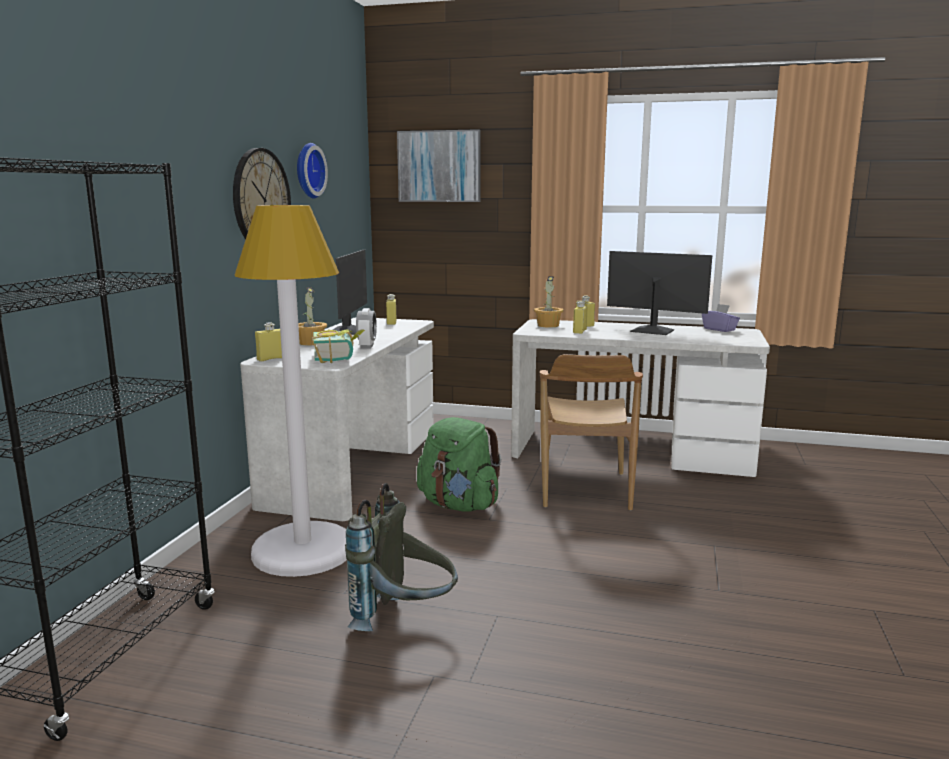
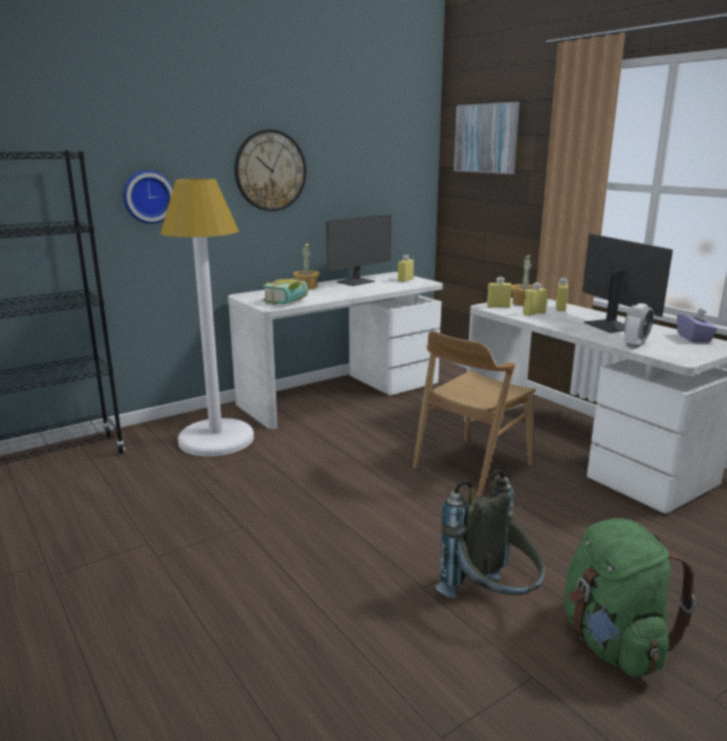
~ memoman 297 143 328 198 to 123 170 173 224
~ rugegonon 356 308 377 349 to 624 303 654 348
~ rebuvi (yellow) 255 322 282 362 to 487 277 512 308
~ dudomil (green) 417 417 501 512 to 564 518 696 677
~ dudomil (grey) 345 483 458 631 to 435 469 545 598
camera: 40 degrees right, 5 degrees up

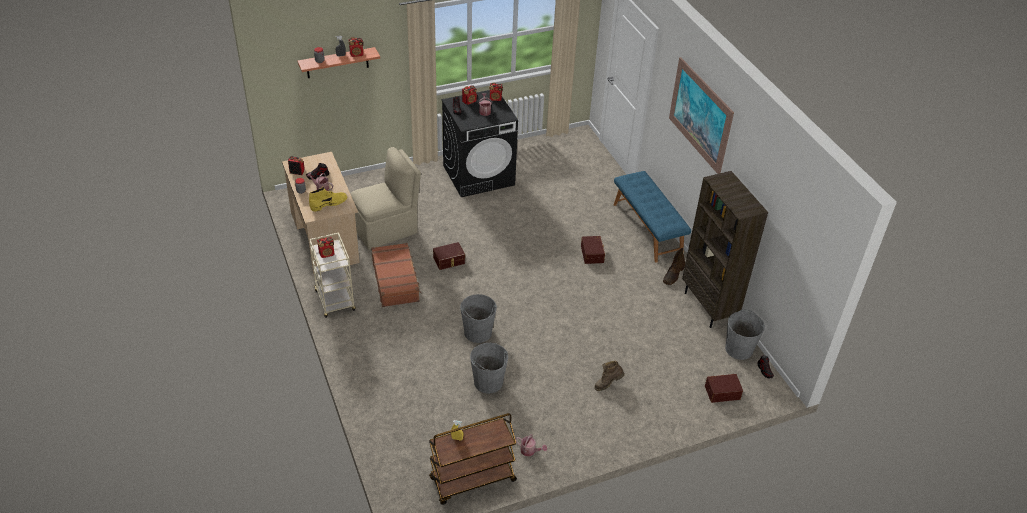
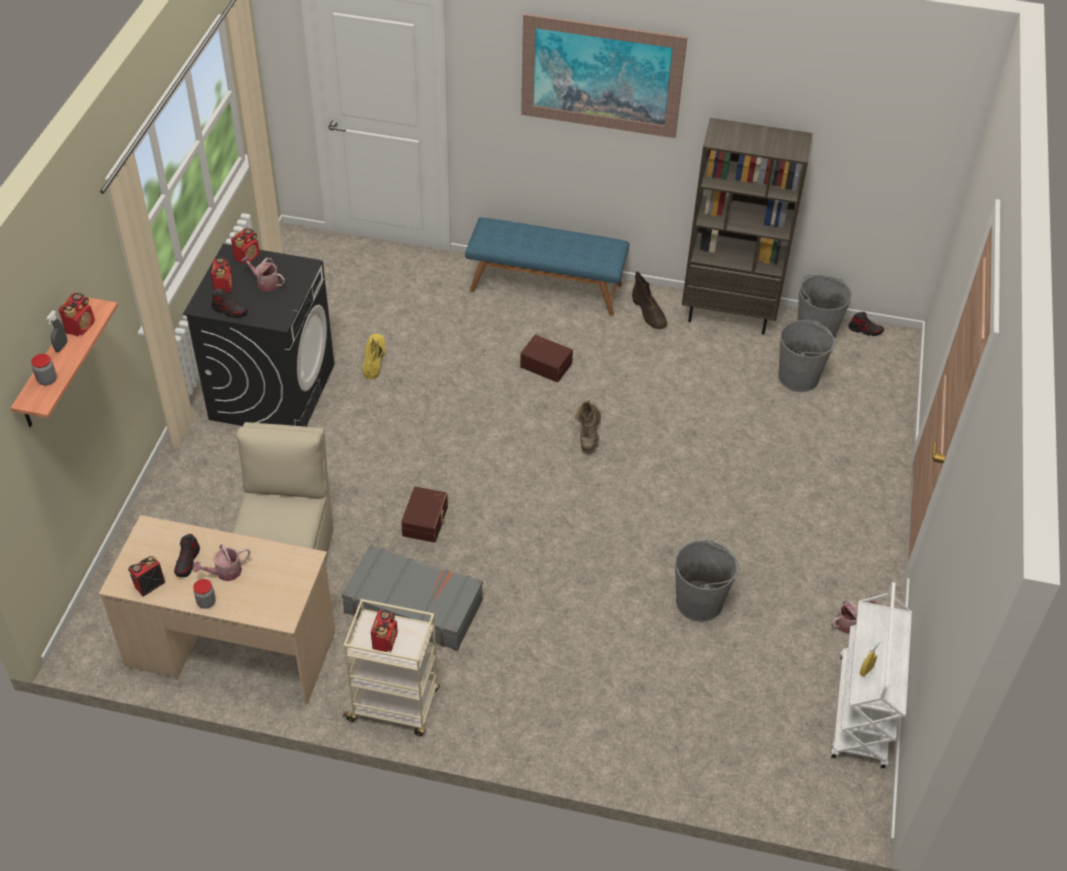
~ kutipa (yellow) 309 187 347 212 to 363 334 385 379
~ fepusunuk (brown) 371 243 421 307 to fepusunuk (grey) 341 545 483 651
~ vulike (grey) 460 294 497 343 to 778 320 836 392
~ kutipa (brown) 594 360 625 391 to 575 400 601 454
- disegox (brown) 705 374 743 403
~ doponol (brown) 429 413 517 505 to doponol (white) 831 582 912 768
camera: 55 degrees left, 5 degrees up

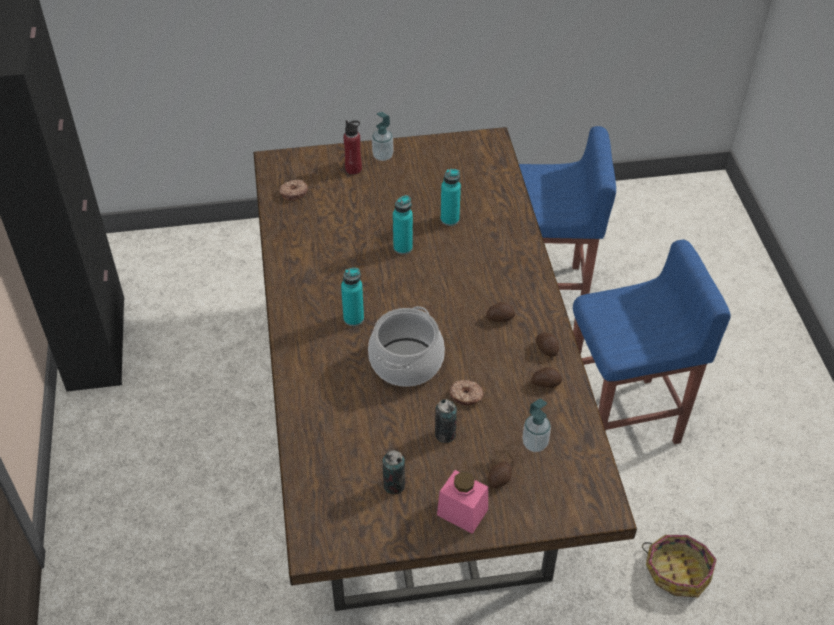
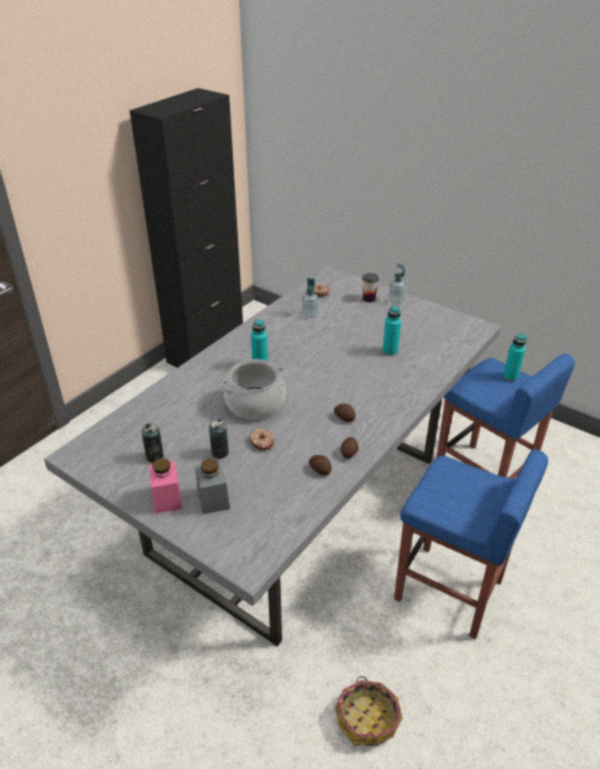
~ rebuvi (red) 343 120 362 175 to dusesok 362 273 379 302
~ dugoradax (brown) 253 127 637 611 to dugoradax (grey) 44 266 501 646
~ rebuvi (turquoise) 393 195 413 254 to 503 334 527 381
~ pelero 522 399 551 452 to 302 278 319 318
~ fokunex 488 461 512 489 to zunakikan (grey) 195 459 230 514
camera: 45 degrees right, 10 degrees down

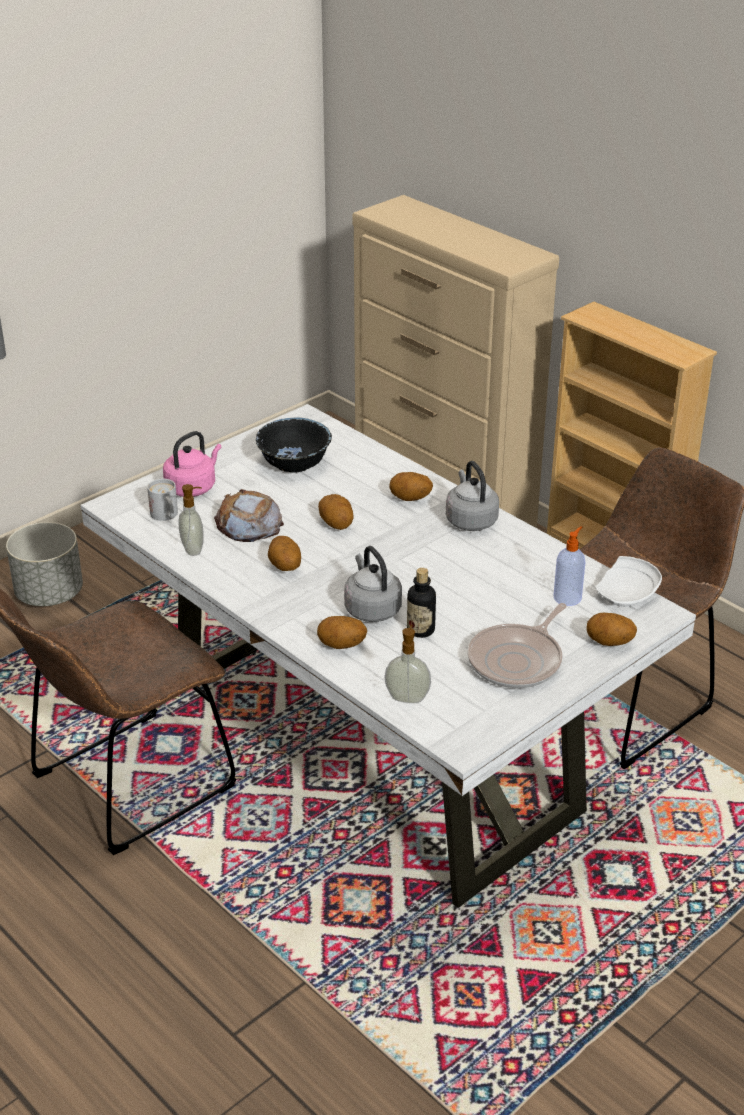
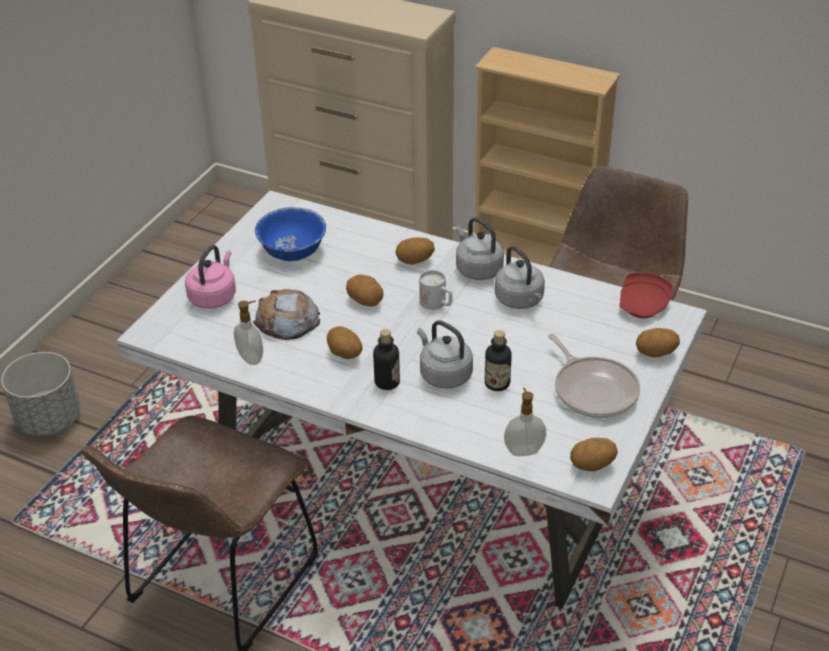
~ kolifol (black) 256 417 332 473 to kolifol (blue) 255 207 326 261
~ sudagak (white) 147 479 178 521 to 419 270 453 310
- pelero 553 526 585 606
~ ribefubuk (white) 595 556 662 607 to ribefubuk (red) 619 272 673 318
~ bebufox 467 603 567 688 = 548 333 640 418 45 degrees counterclockwise
~ fokunex 317 616 367 649 to 570 438 618 472
+ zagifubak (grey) 495 246 545 309
+ rebuvi 373 329 400 390
camera: 20 degrees left, 5 degrees up

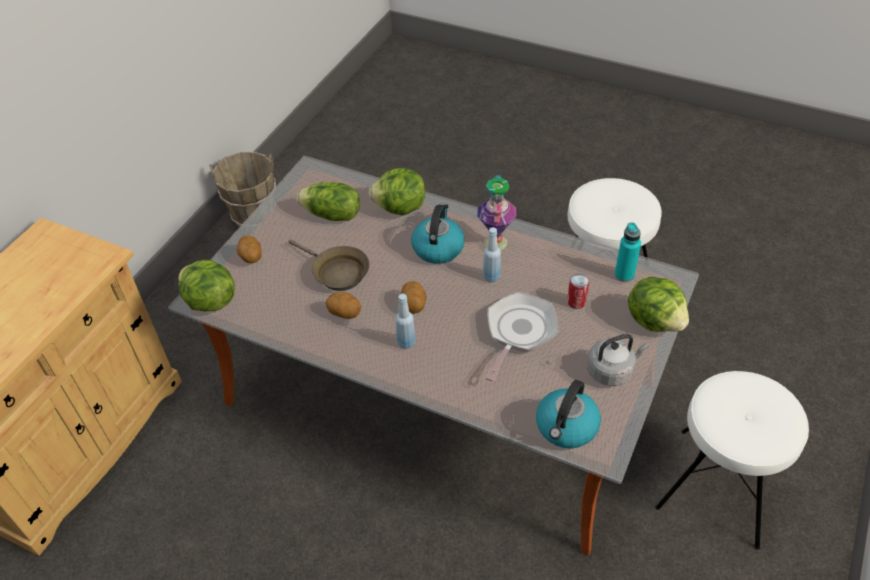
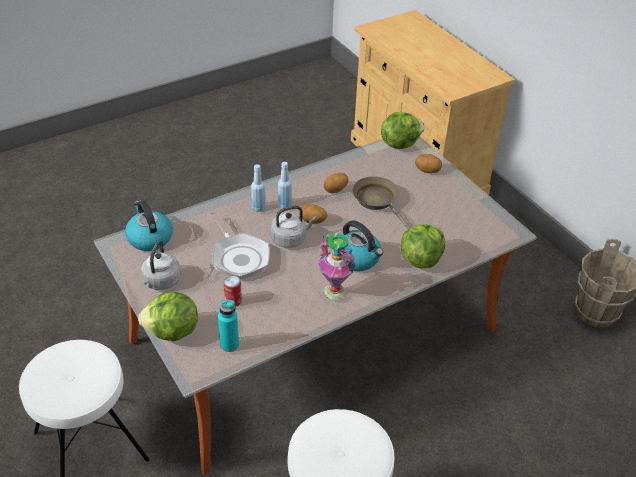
- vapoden 297 182 360 221
~ rebuvi (blue) 483 227 501 282 to 251 164 266 211
~ bebufox (brown) 289 239 370 291 = 352 176 411 230 75 degrees clockwise
+ zagifubak (grey) 271 206 317 248
camera: 120 degrees right, 5 degrees down

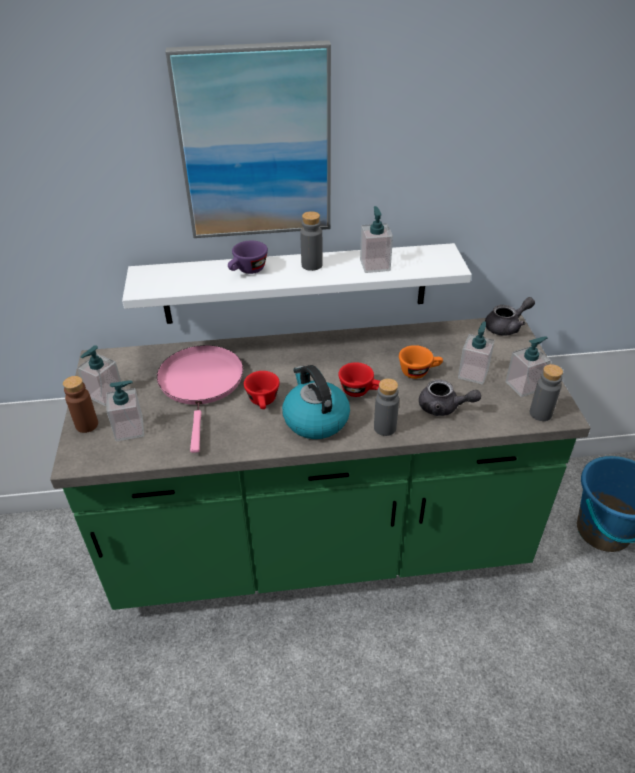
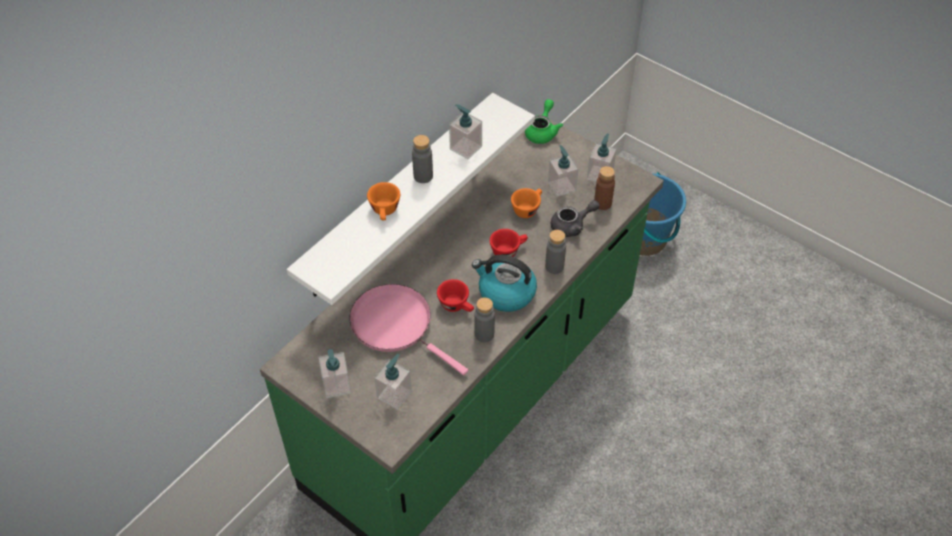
- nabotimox 165 40 331 238
~ dusesok (purple) 228 241 268 274 to dusesok (orange) 367 182 400 220
~ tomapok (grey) 485 297 535 336 to tomapok (green) 525 99 563 144
~ rebuvi (grey) 530 364 563 421 to 474 297 495 342
~ rebuvi (brown) 63 376 98 433 to 594 166 615 210
camera: 45 degrees left, 10 degrees up

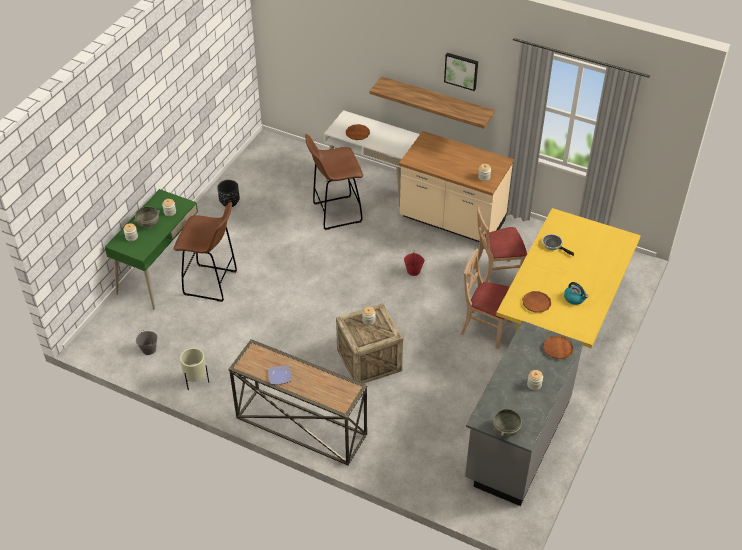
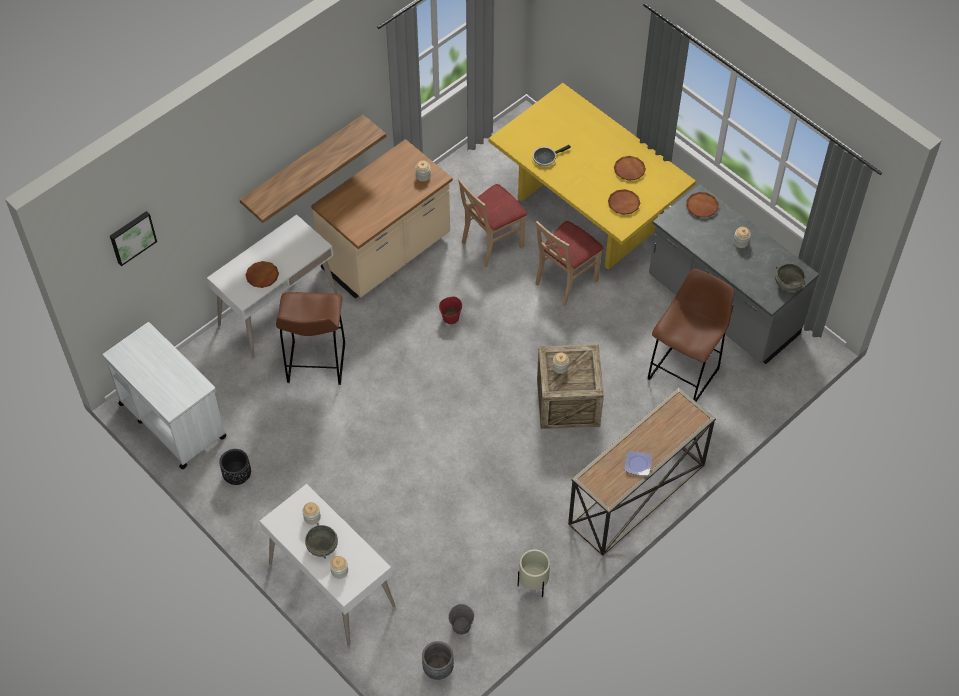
~ nabotimox 444 53 478 91 to 110 211 157 266
~ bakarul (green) 105 189 198 309 to bakarul (white) 260 484 395 646
~ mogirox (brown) 173 202 237 302 to 647 269 734 402
~ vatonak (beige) 473 205 527 282 = 458 178 527 267 45 degrees clockwise
~ zagifubak 564 282 588 305 to ribefubuk (brown) 614 156 646 181
+ doponol (white) 103 322 227 469
+ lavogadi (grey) 422 641 454 680
camera: 70 degrees left, 10 degrees up

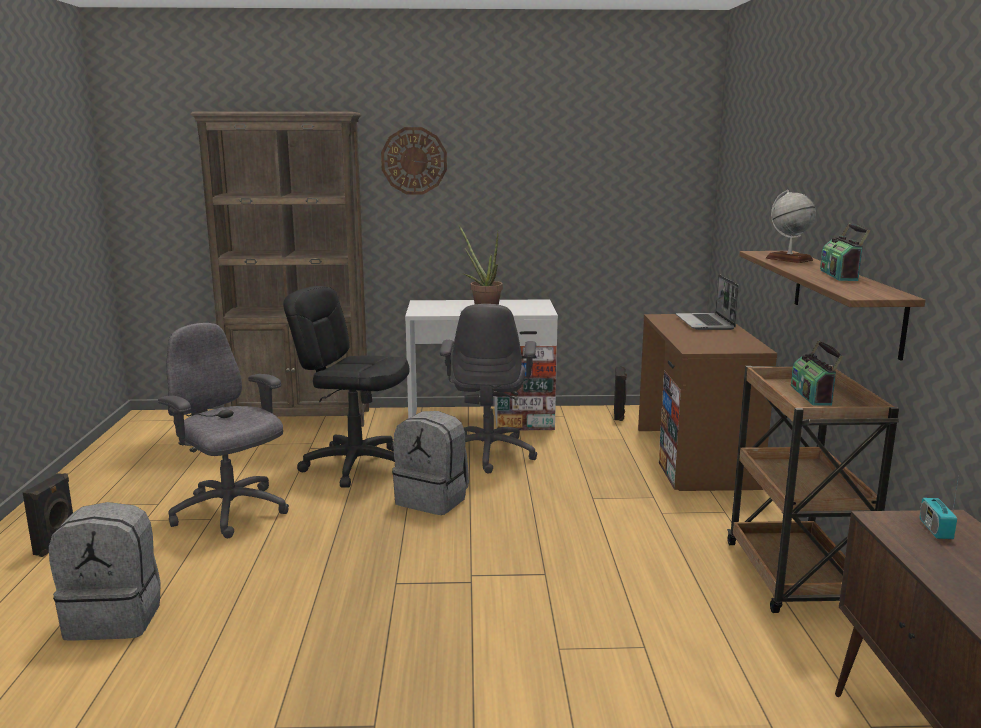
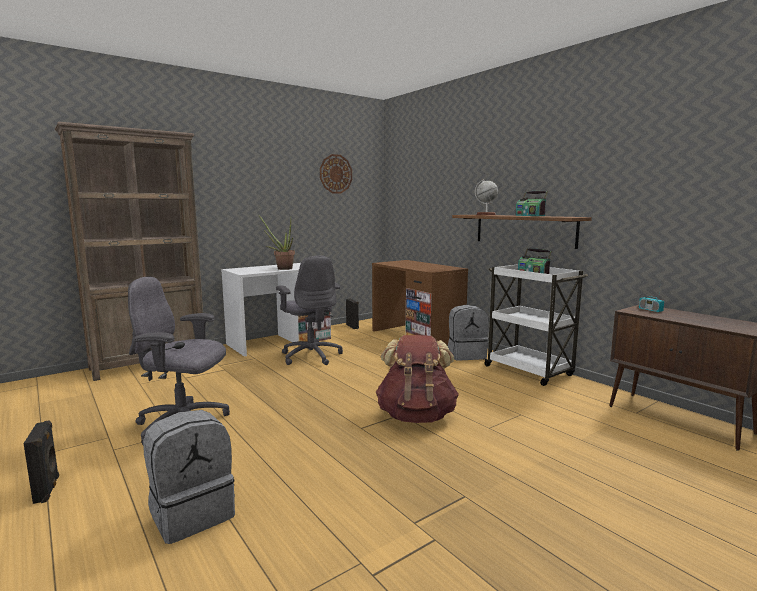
~ memoman 381 127 447 194 to 320 154 352 194
- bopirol 676 274 739 330
- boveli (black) 283 286 409 488
~ doponol (brown) 727 365 899 613 to doponol (white) 484 264 588 386
~ dudomil (grey) 392 411 469 515 to 448 305 489 360
+ dudomil (brown) 376 335 459 423
camera: 35 degrees left, 5 degrees down

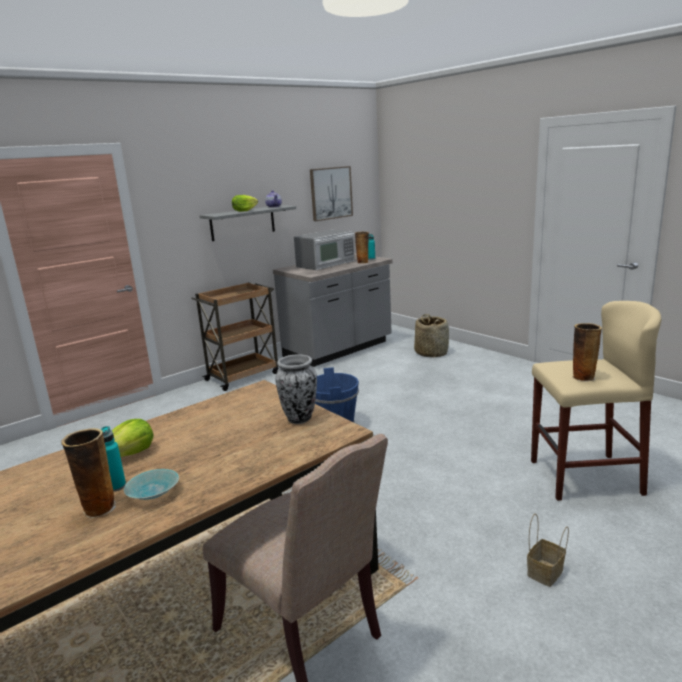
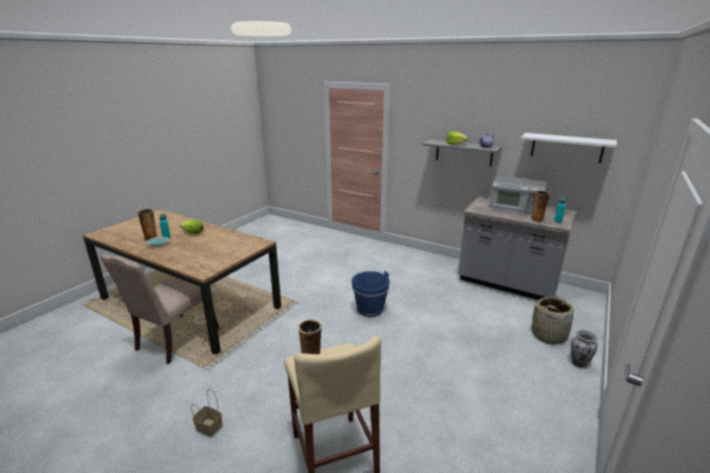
~ nabotimox 310 166 353 221 to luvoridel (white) 521 133 617 163
- doponol (brown) 191 282 278 391
~ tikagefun 275 354 317 424 to 570 330 598 367
camera: 70 degrees right, 5 degrees up

